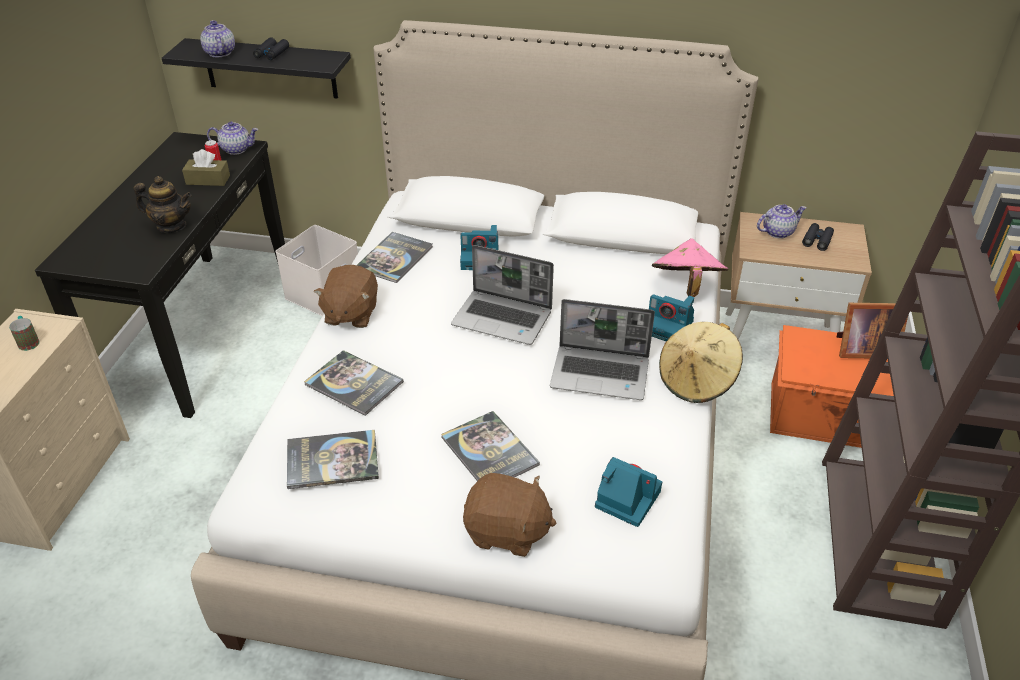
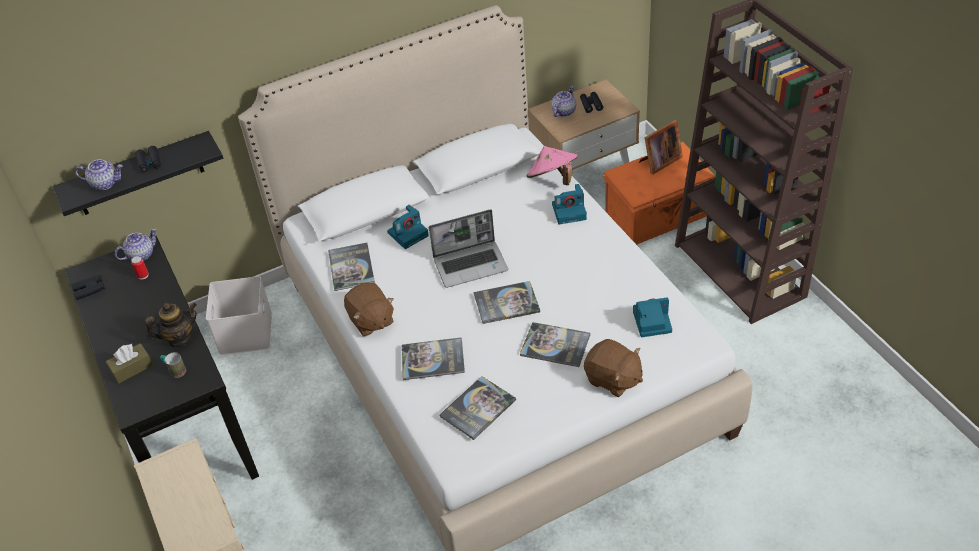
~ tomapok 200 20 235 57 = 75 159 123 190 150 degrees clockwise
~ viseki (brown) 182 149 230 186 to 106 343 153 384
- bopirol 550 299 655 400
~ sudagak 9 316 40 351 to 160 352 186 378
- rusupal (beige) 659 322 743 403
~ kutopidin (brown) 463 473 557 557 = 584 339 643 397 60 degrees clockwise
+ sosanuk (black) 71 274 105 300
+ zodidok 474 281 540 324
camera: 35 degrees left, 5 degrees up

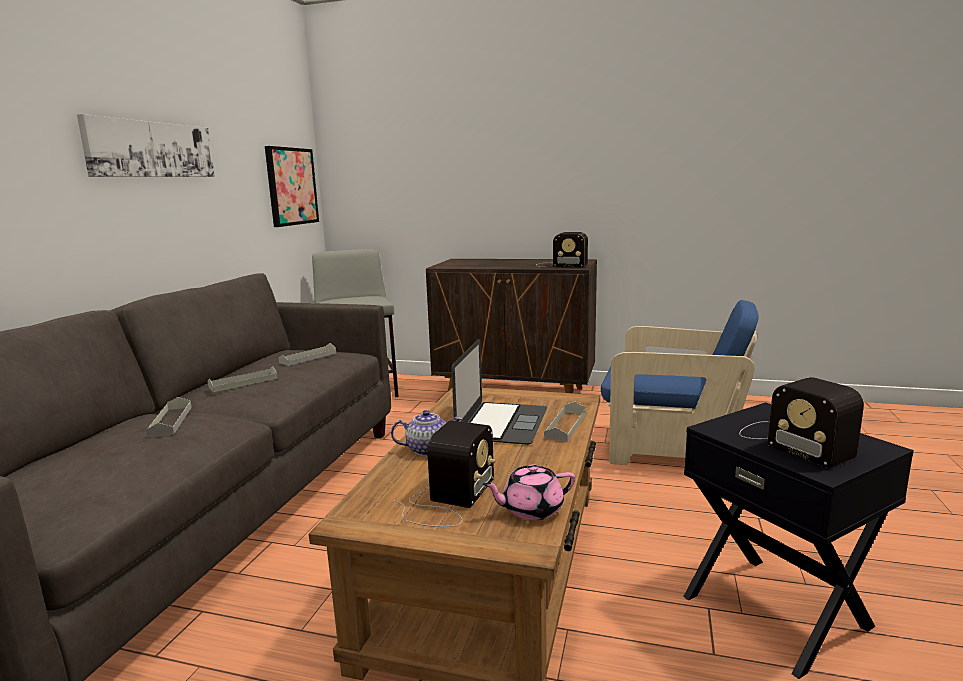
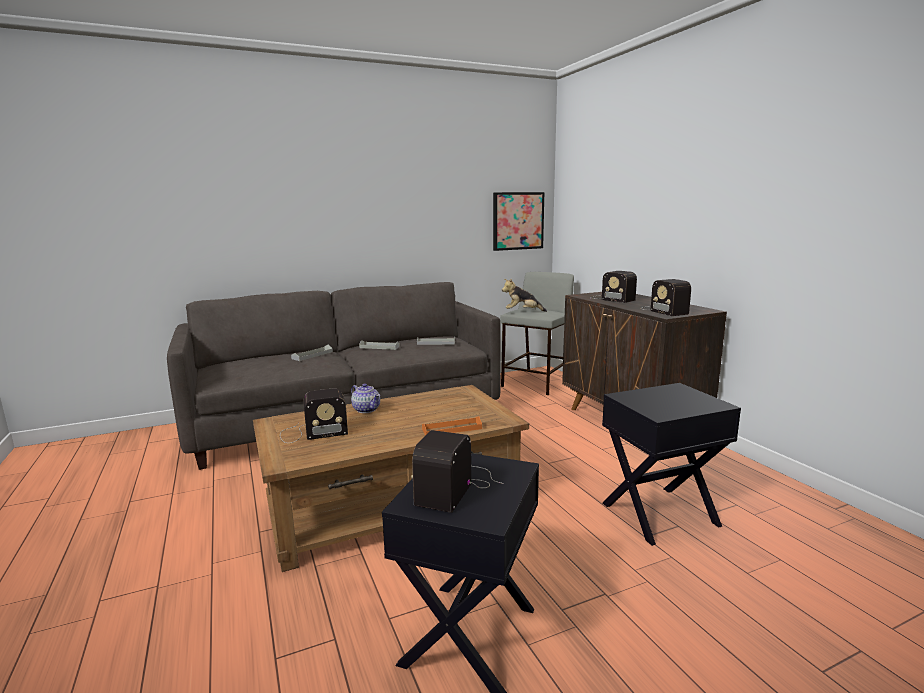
- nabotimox 77 114 215 177
~ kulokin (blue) 601 300 759 465 to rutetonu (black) 602 383 741 546
- bopirol 452 339 547 445
~ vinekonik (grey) 544 402 586 442 to vinekonik (orange) 422 416 482 435
- tomapok (pink) 482 464 575 520
+ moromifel 591 271 637 303
+ kutopidin 502 279 547 312
camera: 50 degrees right, 0 degrees up

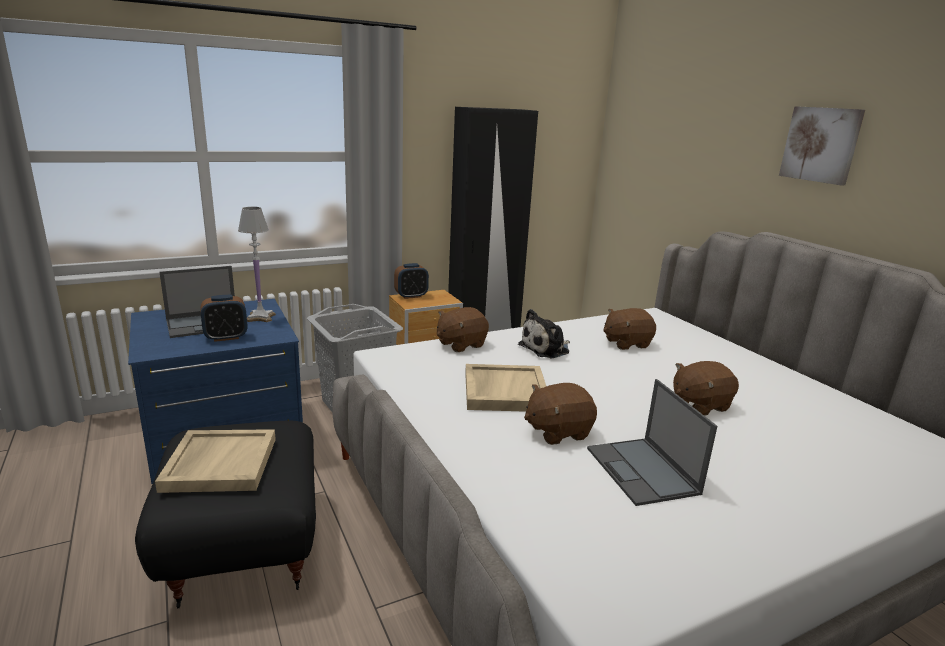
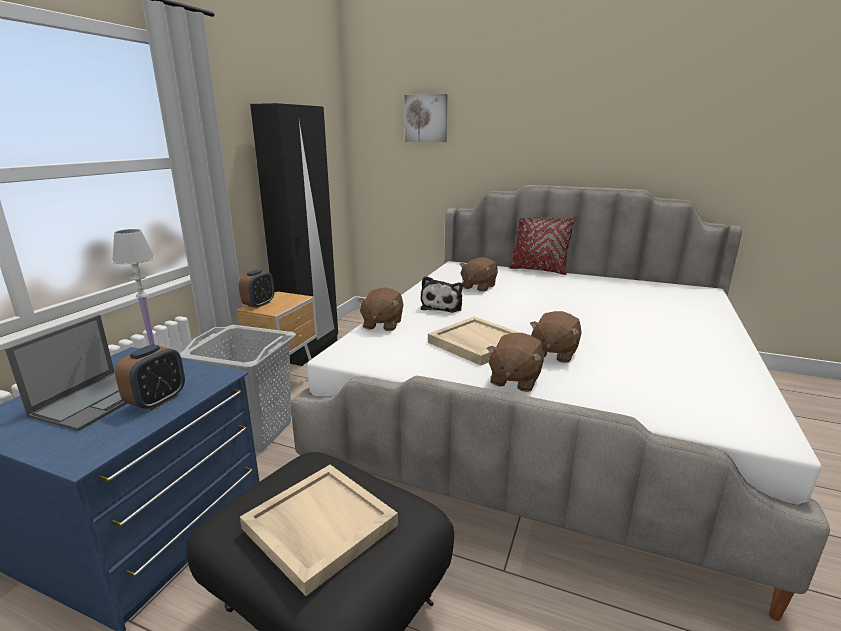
~ nabotimox 779 106 865 185 to 405 94 447 142
~ kutopidin (brown) 673 361 739 416 to 487 333 544 392
- bopirol 587 379 717 506
+ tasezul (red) 509 217 576 275
camera: 40 degrees left, 0 degrees up

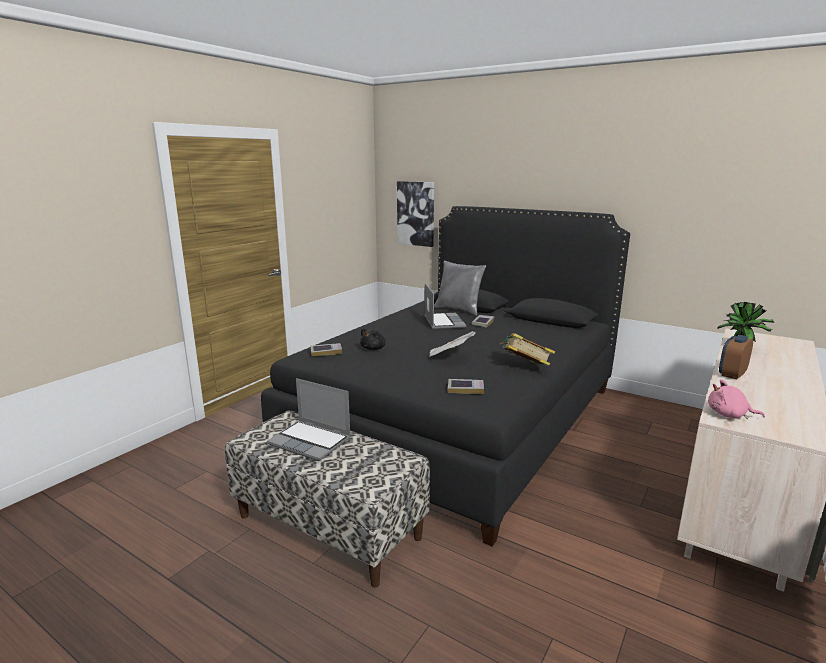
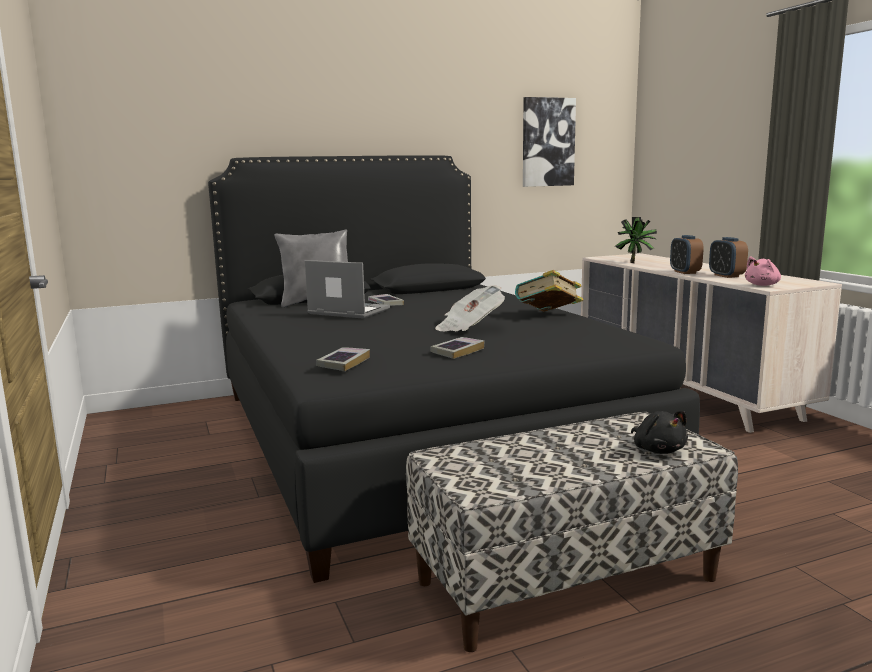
~ nabotimox 397 181 434 247 to 523 97 576 187
~ kutopidin (black) 360 328 386 350 to 631 411 688 454
- bopirol 267 378 351 461
~ zodidok 448 379 484 394 to 430 337 484 359
+ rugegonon 709 237 748 278
camera: 55 degrees left, 5 degrees down

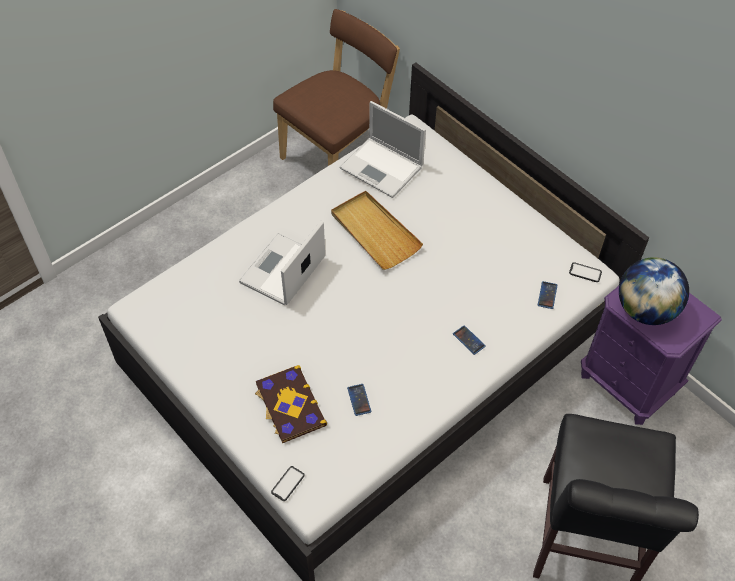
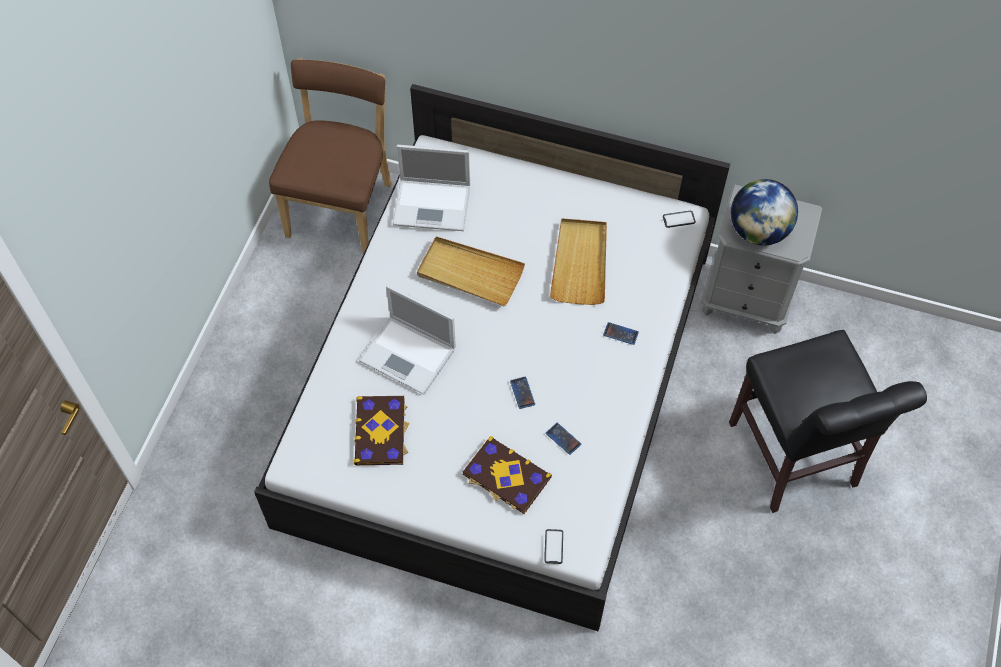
~ bopirol 239 221 325 305 = 359 285 456 395 60 degrees counterclockwise
~ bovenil 538 281 557 309 to 510 377 535 409
~ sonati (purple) 581 286 722 425 to sonati (grey) 701 185 822 334
+ vinekonik (beige) 550 218 607 305
+ zodidok 354 396 409 465
camera: 30 degrees left, 5 degrees up

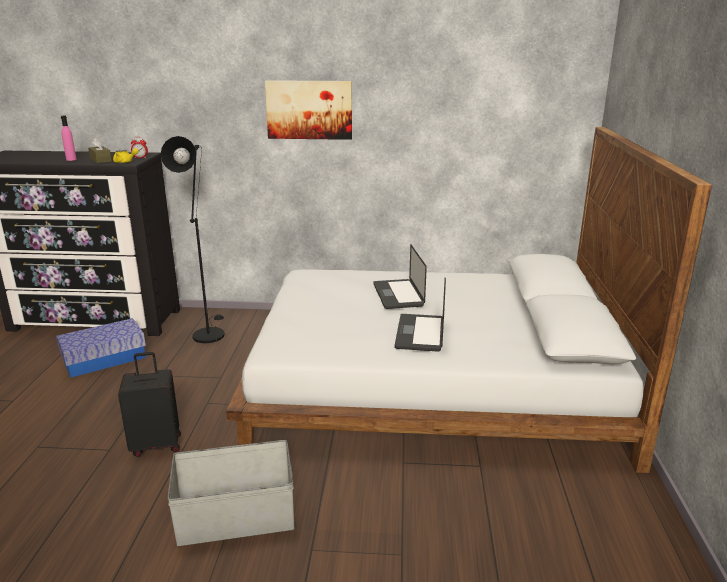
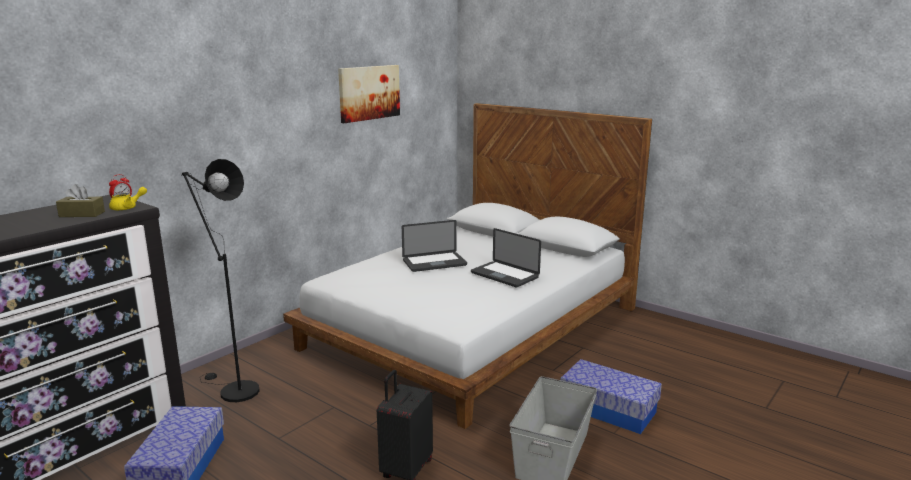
~ nabotimox 265 80 352 140 to 338 65 400 123
- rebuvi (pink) 61 116 77 161
~ bopirol 373 244 427 309 = 402 220 467 272 45 degrees counterclockwise
+ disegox 560 359 662 434
camera: 55 degrees left, 5 degrees down

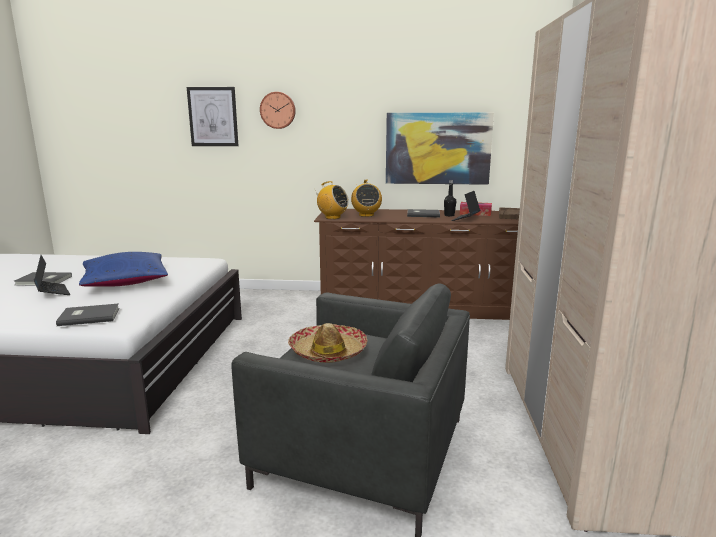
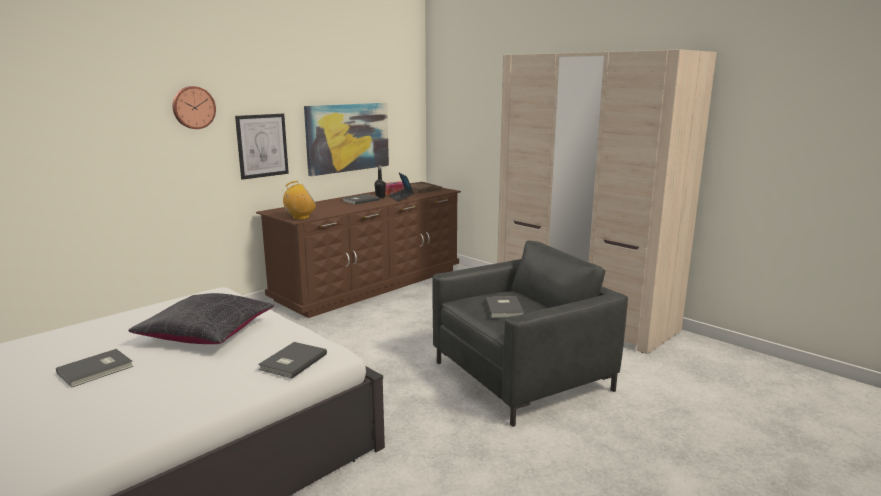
~ nabotimox 187 87 238 146 to 235 114 289 180
- moromifel 351 180 382 217
~ tasezul (blue) 79 252 168 287 to tasezul (black) 128 293 274 344
- bopirol 34 255 71 295
~ rusupal 288 323 367 363 to zodidok (grey) 485 296 524 318
camera: 50 degrees left, 0 degrees up

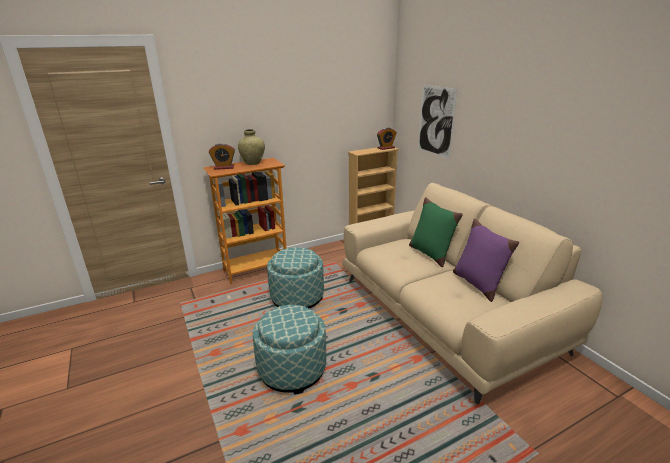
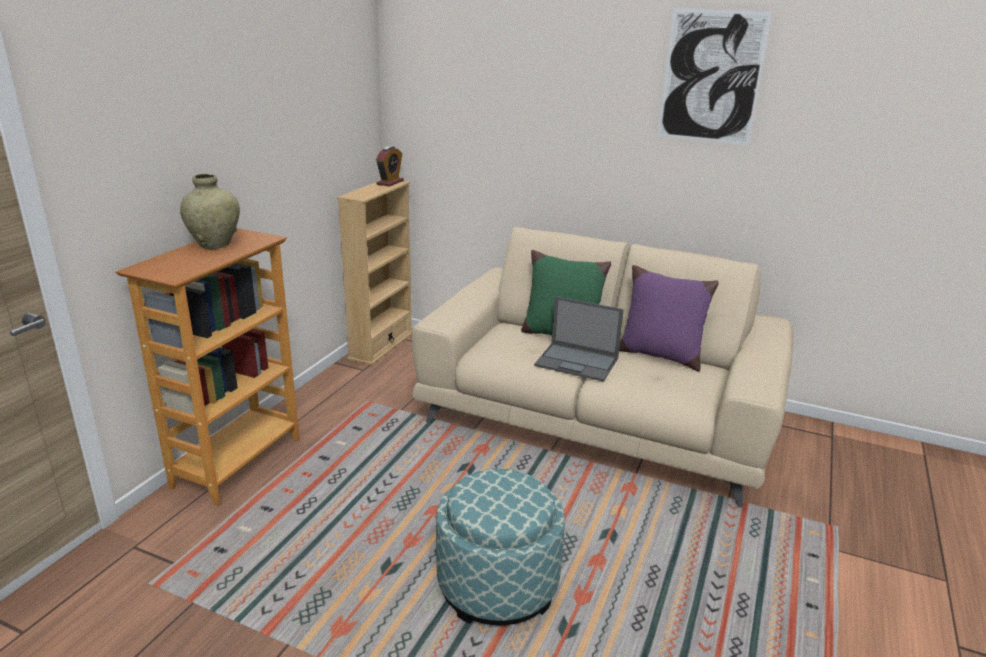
~ nabotimox 418 85 457 159 to 658 8 772 145
- rugegonon 209 143 235 170
- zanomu 267 247 324 308
+ bopirol 534 296 624 382
camera: 40 degrees left, 0 degrees up

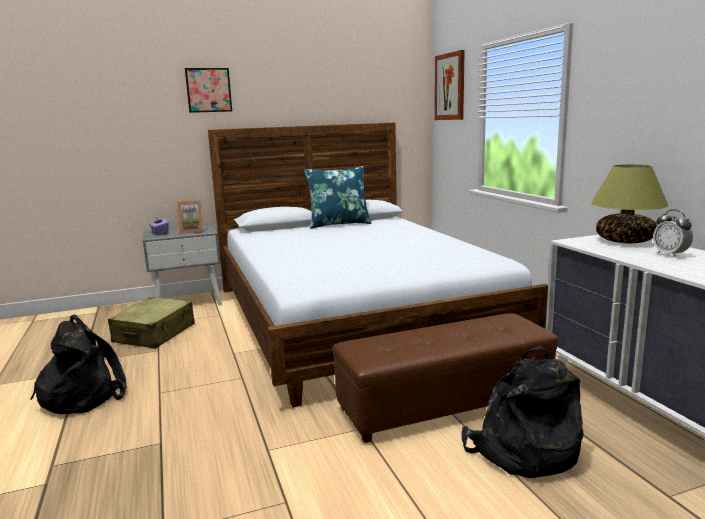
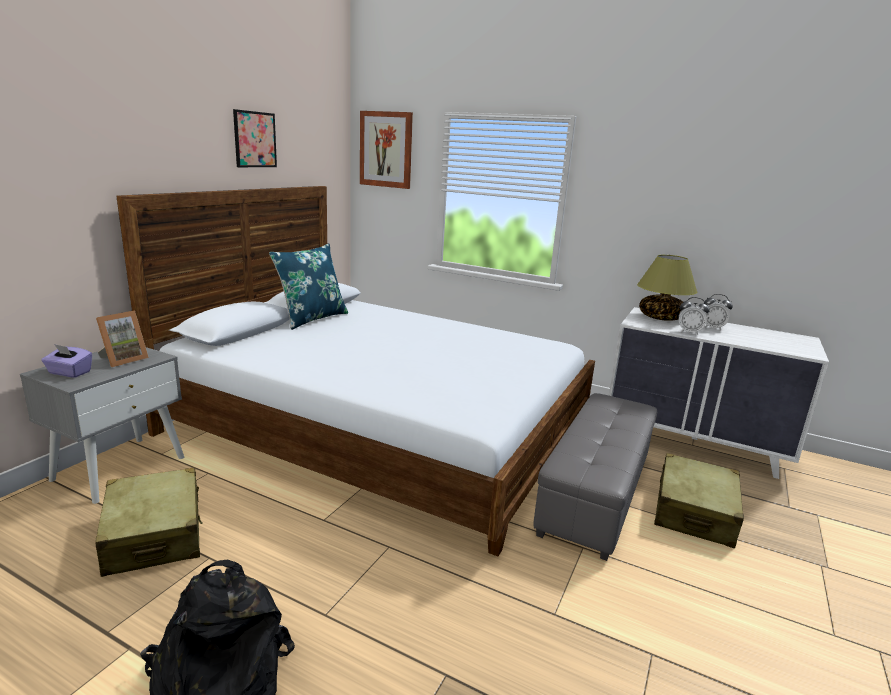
~ nabotimox 185 68 232 113 to 233 109 277 167
~ zanomu (brown) 333 313 558 443 to zanomu (grey) 533 393 657 561
~ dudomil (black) 462 346 584 478 to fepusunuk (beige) 654 453 744 548
+ rugegonon 678 297 709 335
camera: 45 degrees left, 5 degrees up

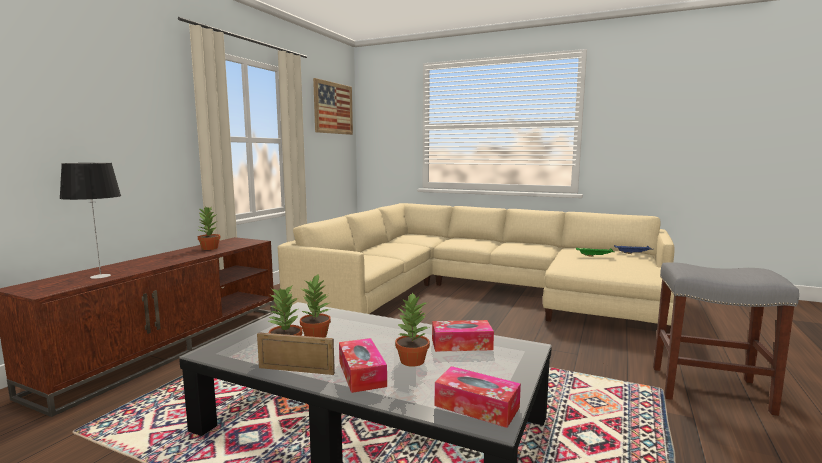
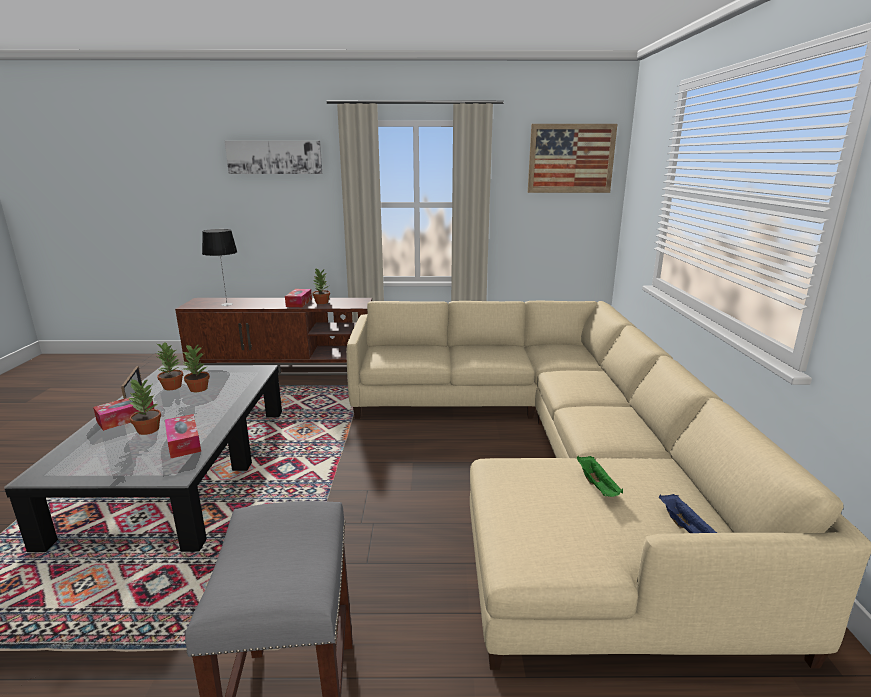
~ viseki 435 366 521 428 to 285 289 312 307
+ nabotimox 225 141 322 174
camera: 65 degrees right, 10 degrees up

